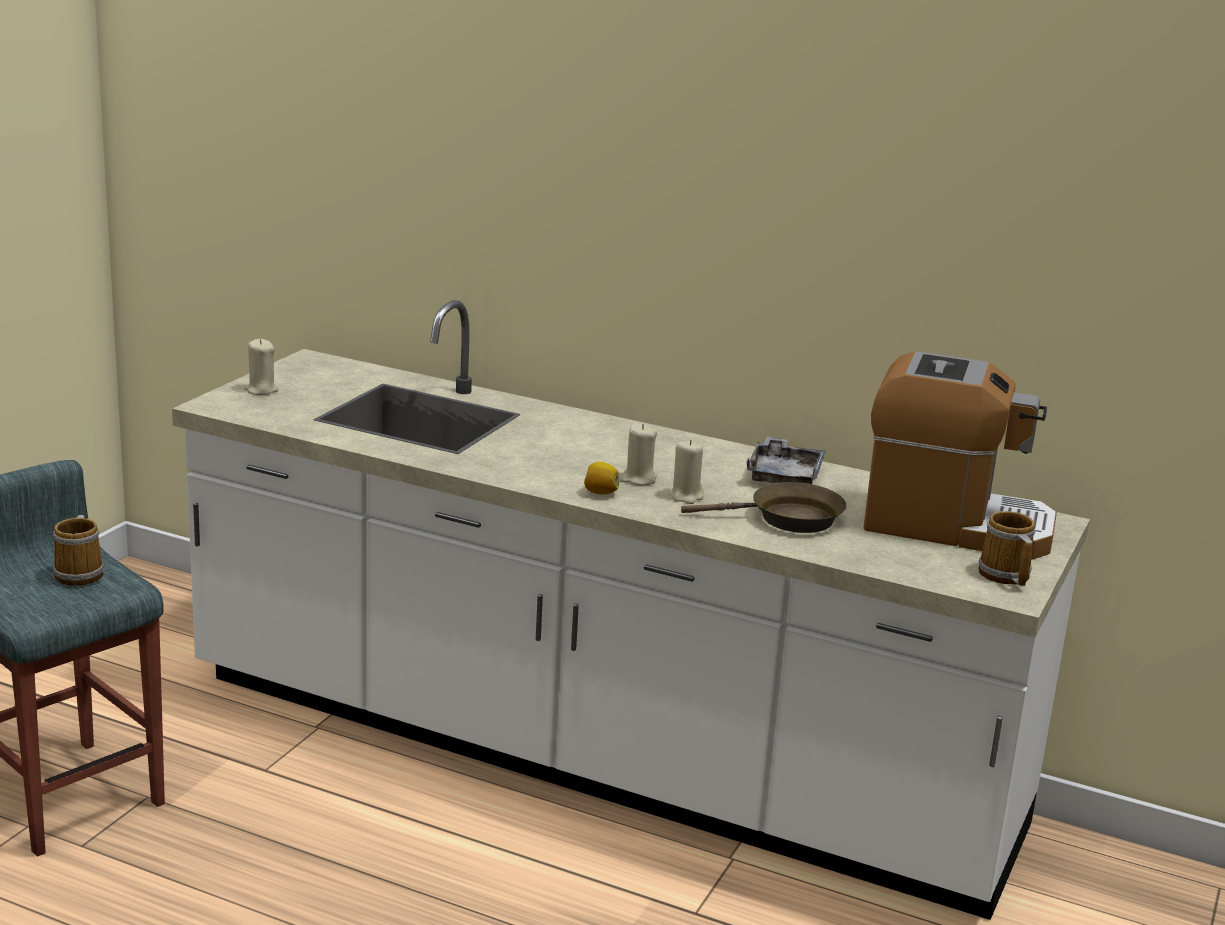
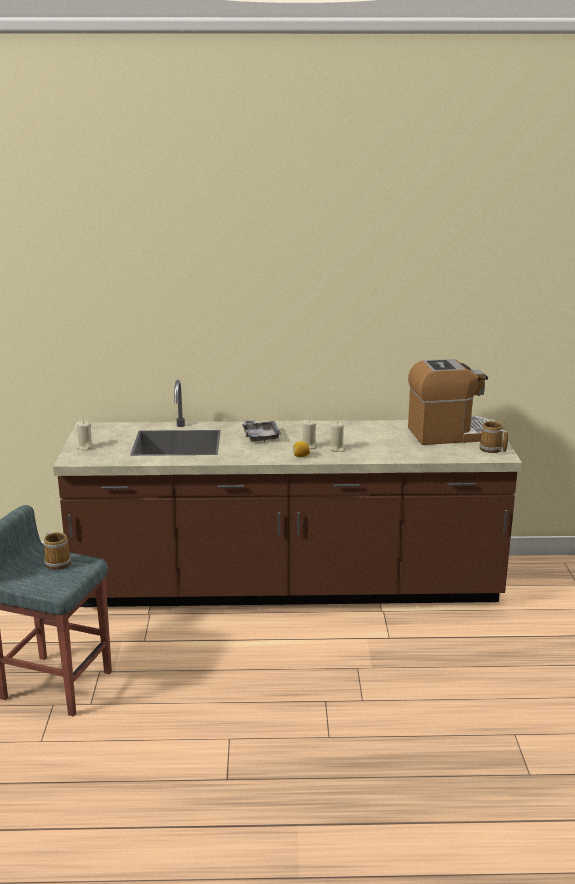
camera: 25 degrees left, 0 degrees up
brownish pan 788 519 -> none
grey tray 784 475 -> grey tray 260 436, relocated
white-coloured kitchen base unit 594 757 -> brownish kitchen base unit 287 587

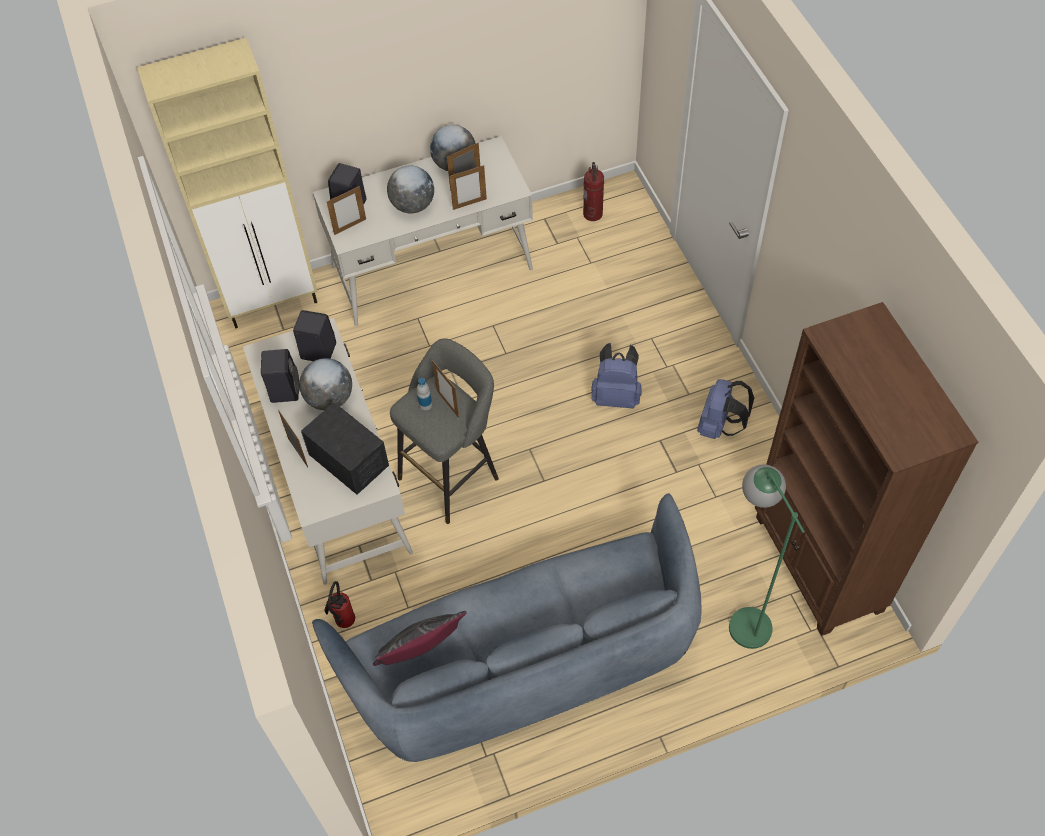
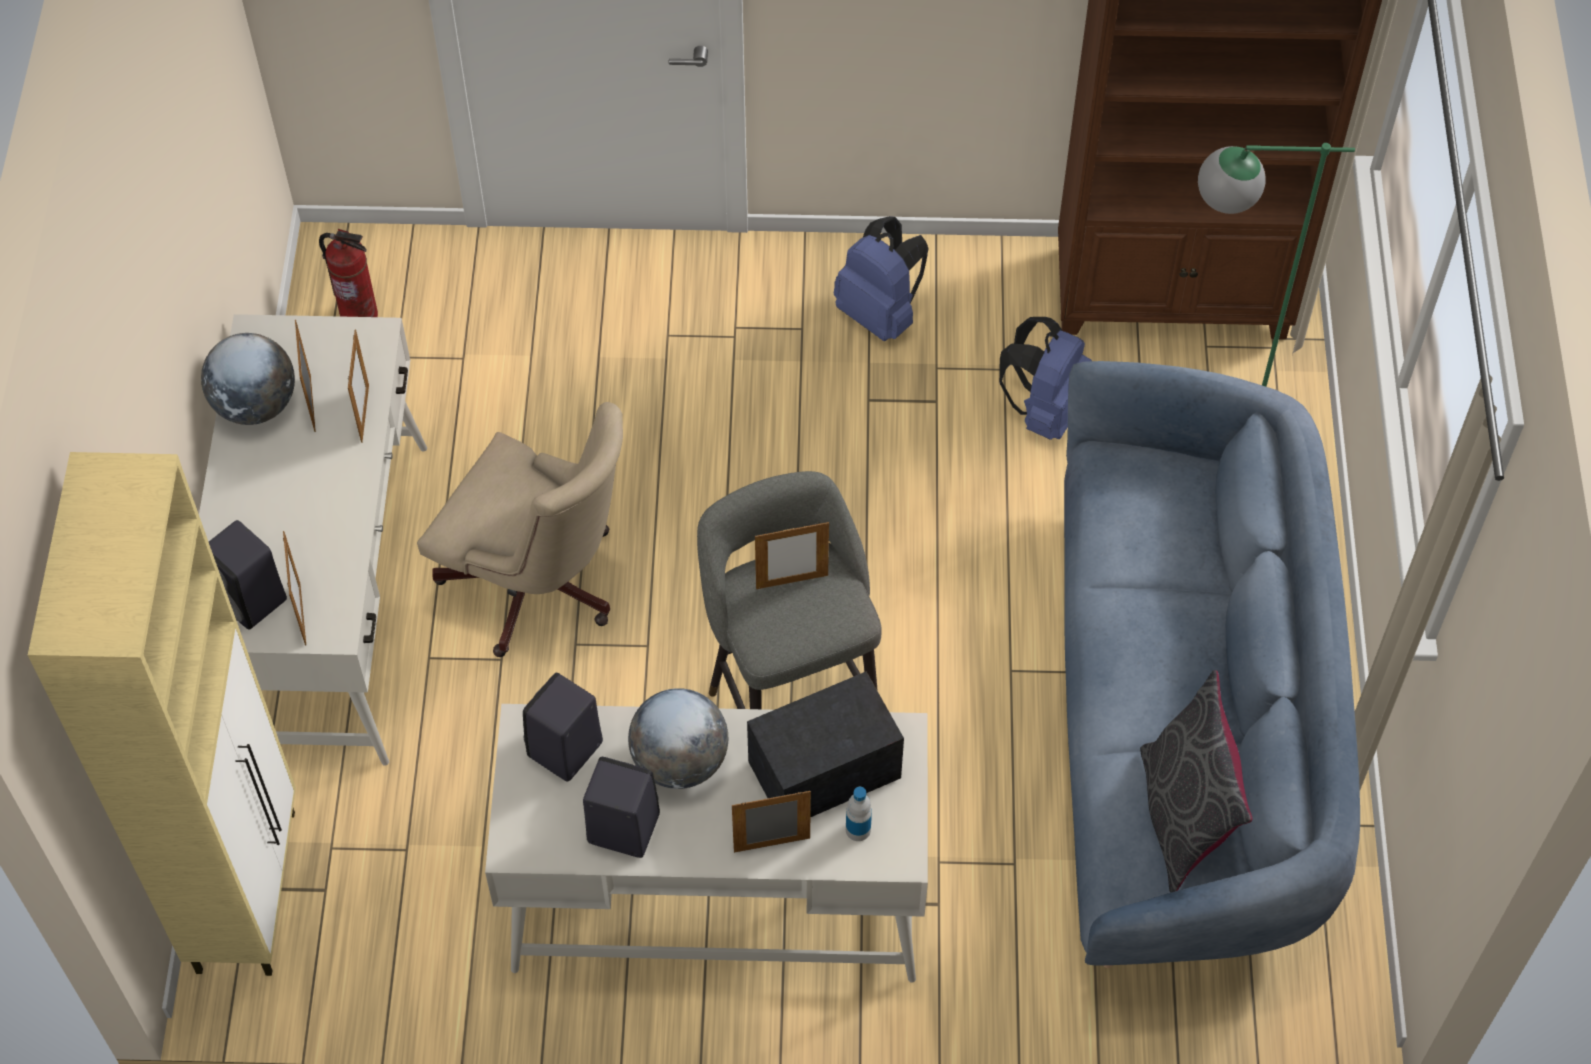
camera: 70 degrees left, 0 degrees up
extinguisher 343 623 -> none
desk globe 412 205 -> none
none -> beige office chair 540 587
beverage bottle 425 404 -> beverage bottle 858 829, relocated
blue-coloured backpack 616 396 -> blue-coloured backpack 1044 410, relocated

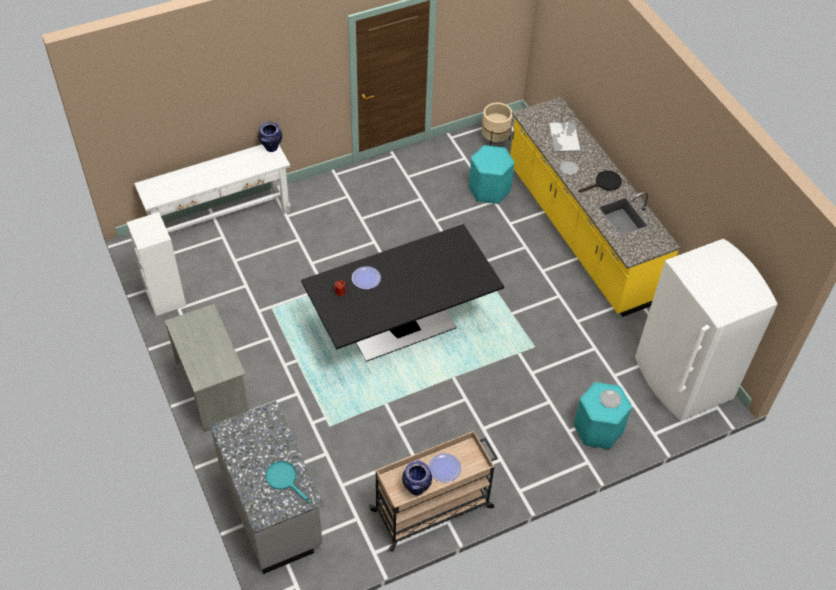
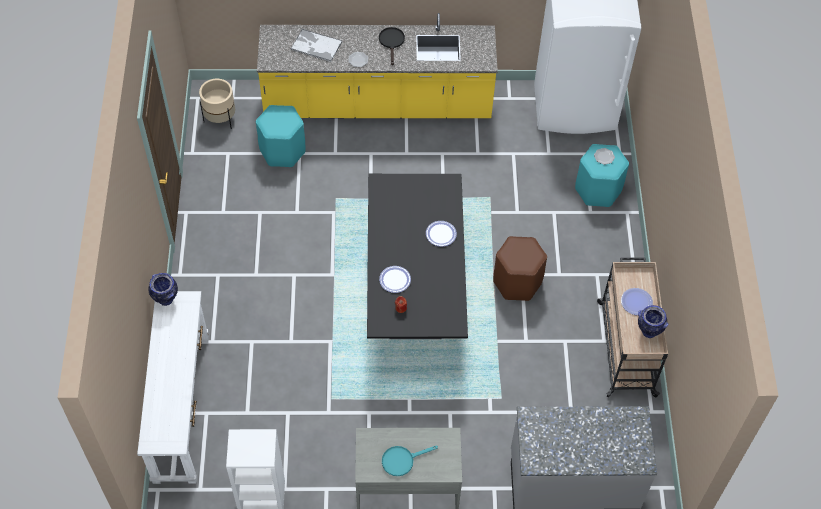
camera: 65 degrees left, 5 degrees up
none -> plate 441 234
none -> brownish sitting stool 517 282
blue-green pan 284 479 -> blue-green pan 402 460, relocated

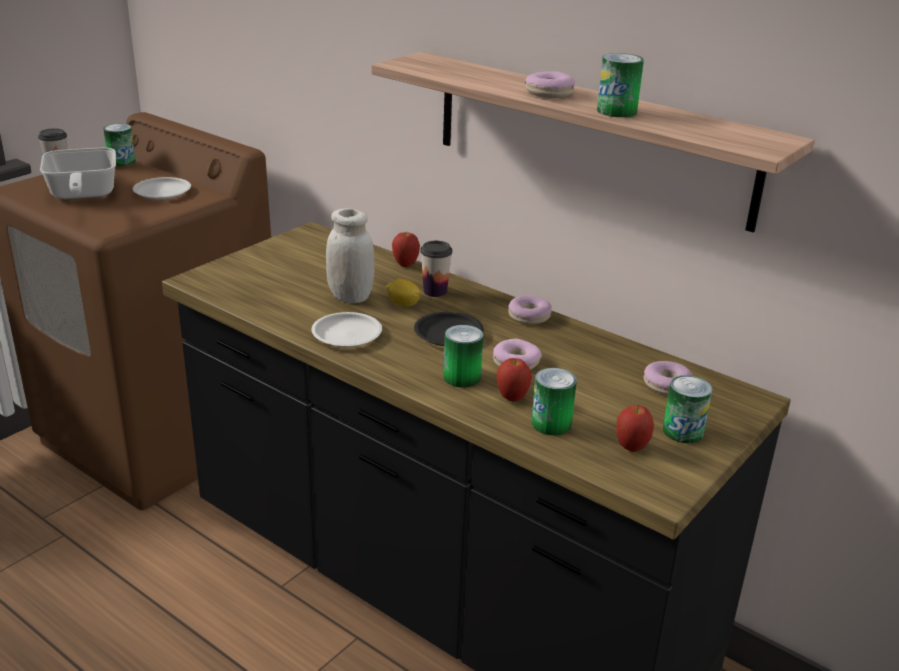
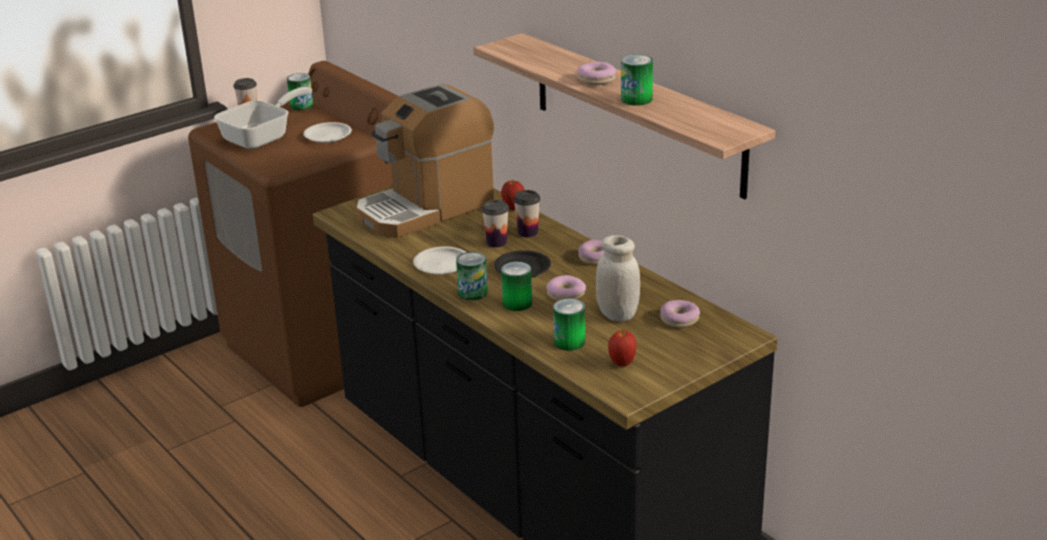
camera: 15 degrees right, 0 degrees up
whole apple 512 398 -> none
none -> coffee maker 426 208
white-coloured jar 350 297 -> white-coloured jar 617 314, relocated
can 683 431 -> can 472 293, relocated
citrus fruit 403 304 -> small cup 496 242
pan 82 195 -> pan 263 137, 135 degrees counterclockwise

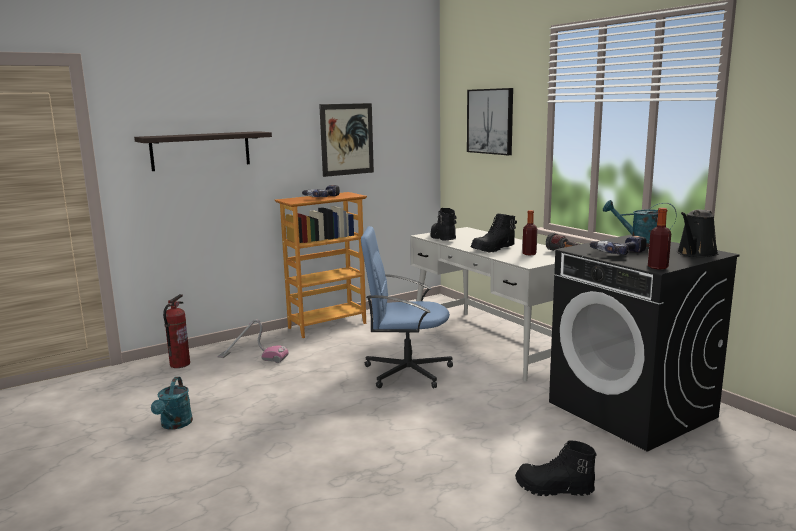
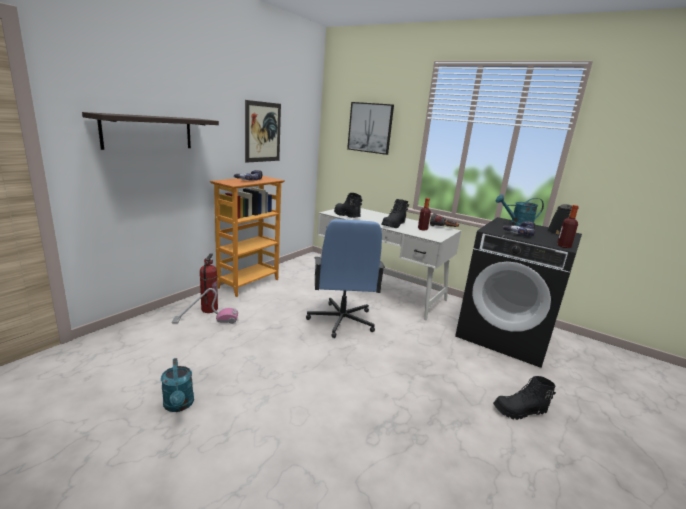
camera: 25 degrees left, 5 degrees up
extinguisher 179 364 -> extinguisher 209 309, relocated
blue-coloured office chair 406 372 -> blue-coloured office chair 341 321, 75 degrees counterclockwise

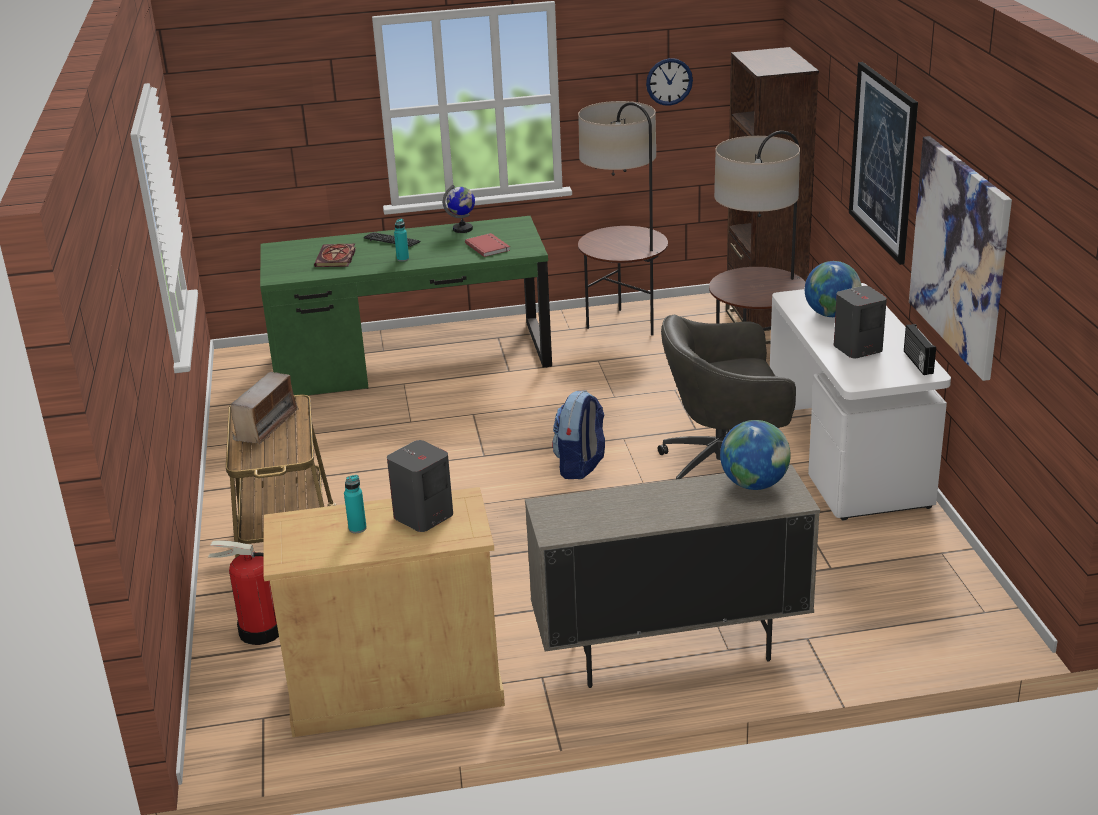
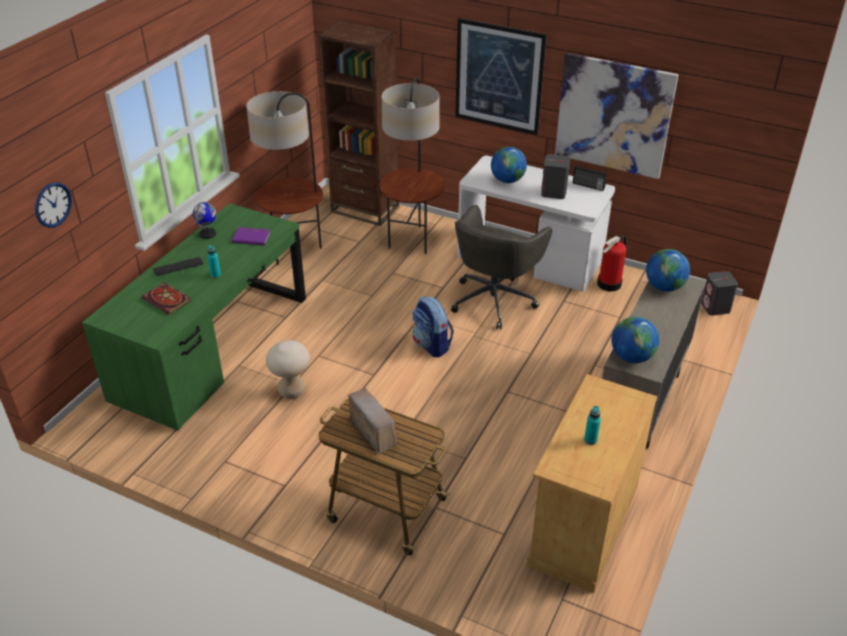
camera: 55 degrees left, 10 degrees up
none -> beige sitting stool 292 391
none -> desk globe 631 357
extinguisher 260 631 -> extinguisher 609 284, relocated
grey speaker 423 516 -> grey speaker 715 308, relocated
clock on the wall 669 81 -> clock on the wall 53 205, relocated
reddish bound book 488 246 -> purplish bound book 251 237

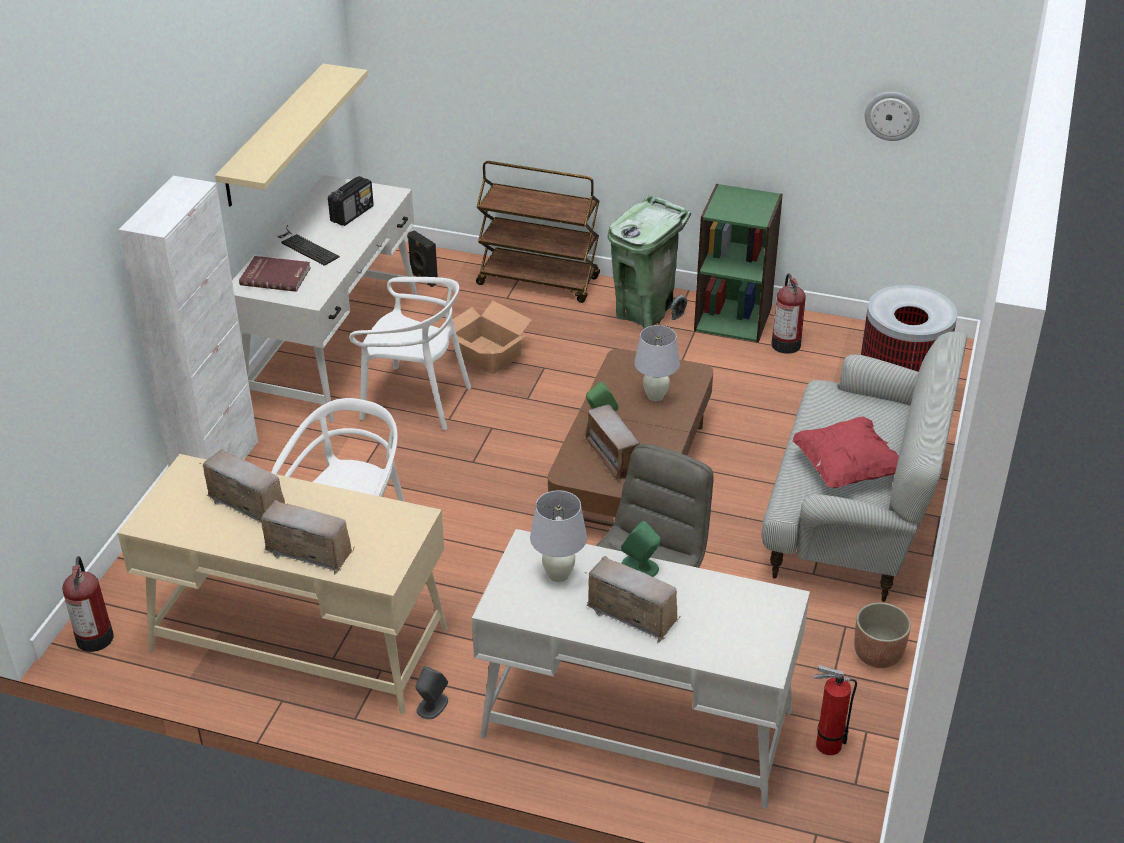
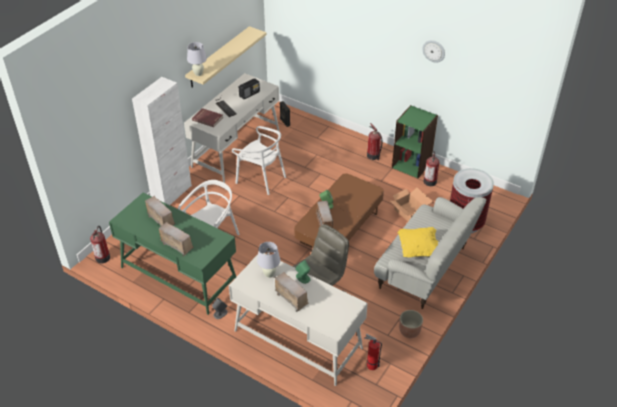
camera: 15 degrees right, 5 degrees up
brownish cart 539 281 -> none
carton 487 355 -> carton 409 213, relocated
white-coloured table lamp 655 396 -> white-coloured table lamp 198 74, relocated
clock on the wall 892 115 -> clock on the wall 434 51, relocated
greenish waste bin 645 314 -> extinguisher 373 156
beige desk unit 299 638 -> greenish desk unit 179 274
reddish pillow 846 469 -> yellow pillow 418 249

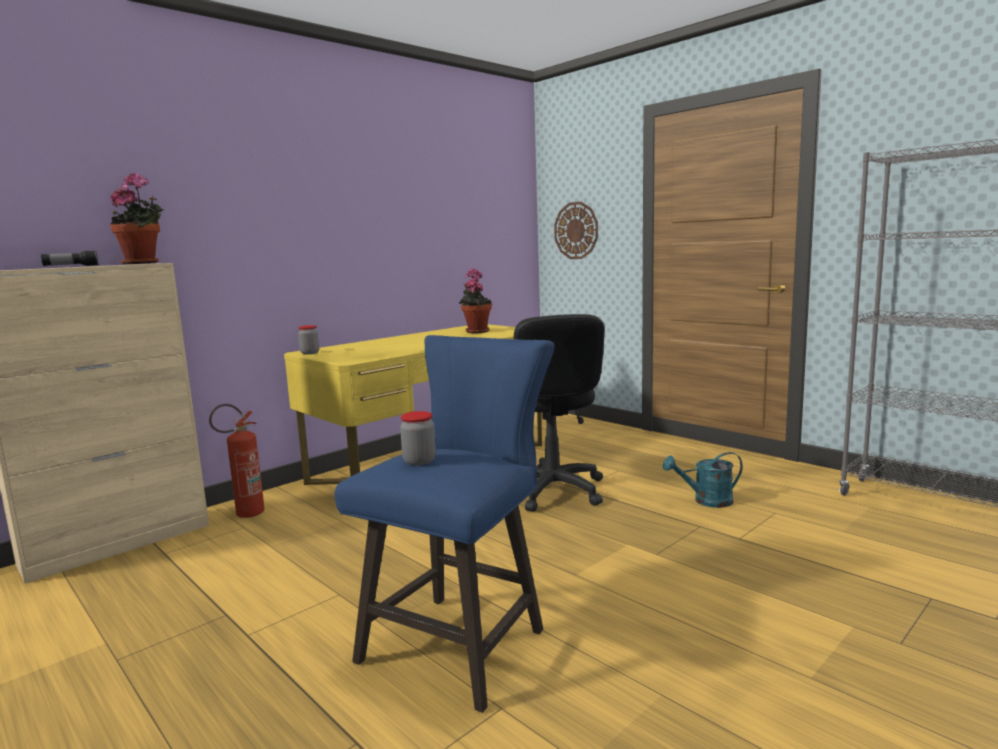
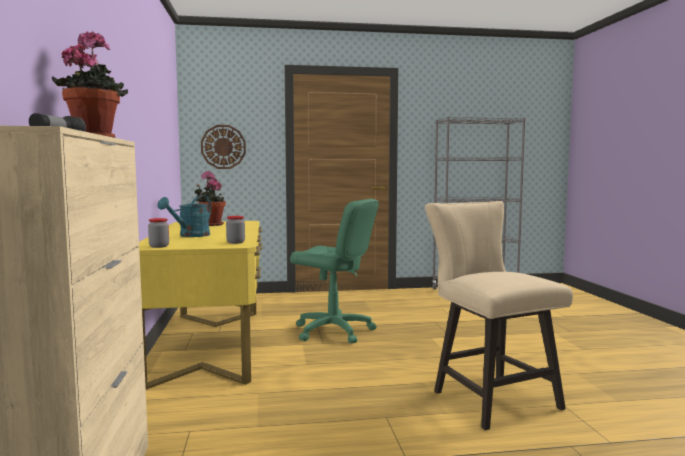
camera: 55 degrees left, 5 degrees down
extinguisher 244 515 -> none
jar 419 461 -> jar 235 242, relocated
blue-green watering can 706 501 -> blue-green watering can 190 236, relocated
blue-coloured sitting stool 462 639 -> beige sitting stool 489 397
blackish office chair 552 490 -> greenish office chair 333 331

